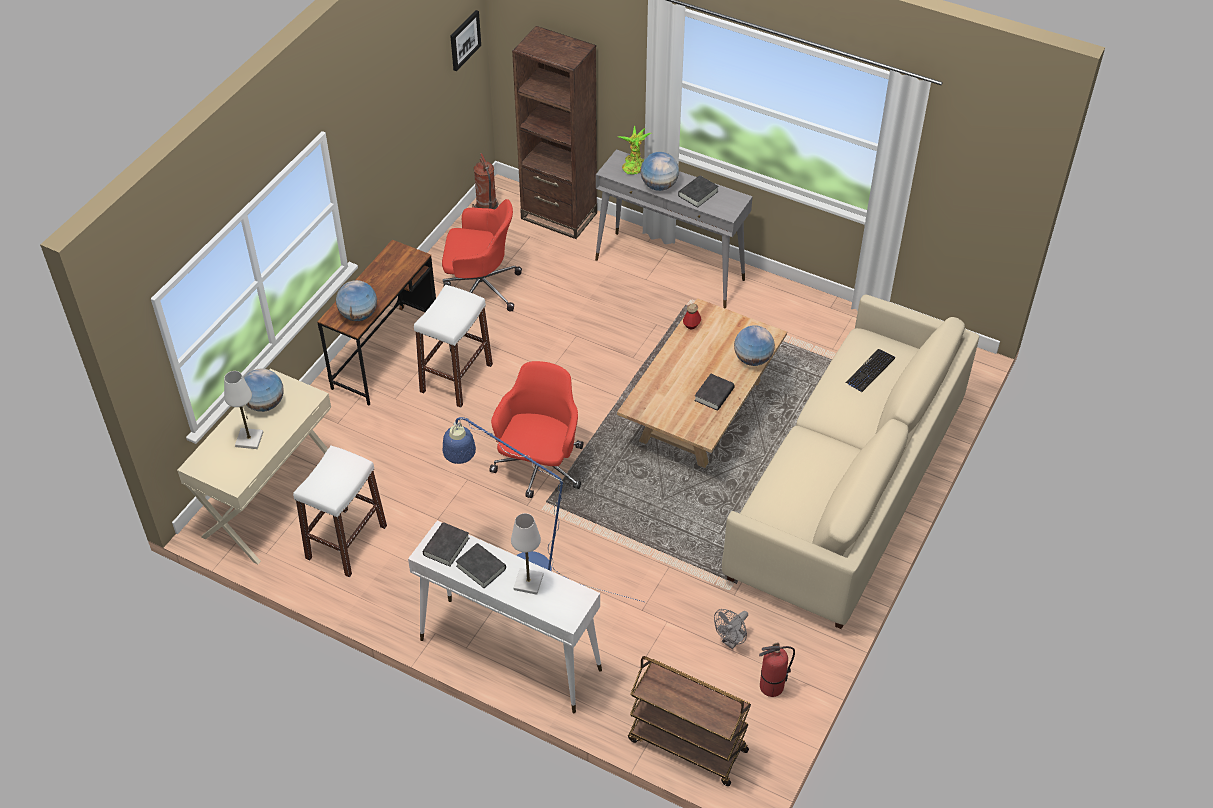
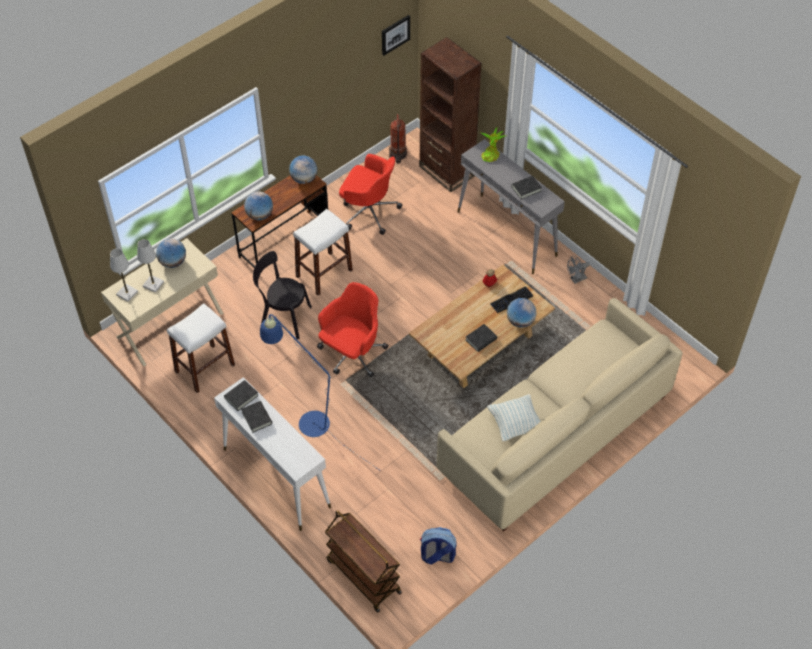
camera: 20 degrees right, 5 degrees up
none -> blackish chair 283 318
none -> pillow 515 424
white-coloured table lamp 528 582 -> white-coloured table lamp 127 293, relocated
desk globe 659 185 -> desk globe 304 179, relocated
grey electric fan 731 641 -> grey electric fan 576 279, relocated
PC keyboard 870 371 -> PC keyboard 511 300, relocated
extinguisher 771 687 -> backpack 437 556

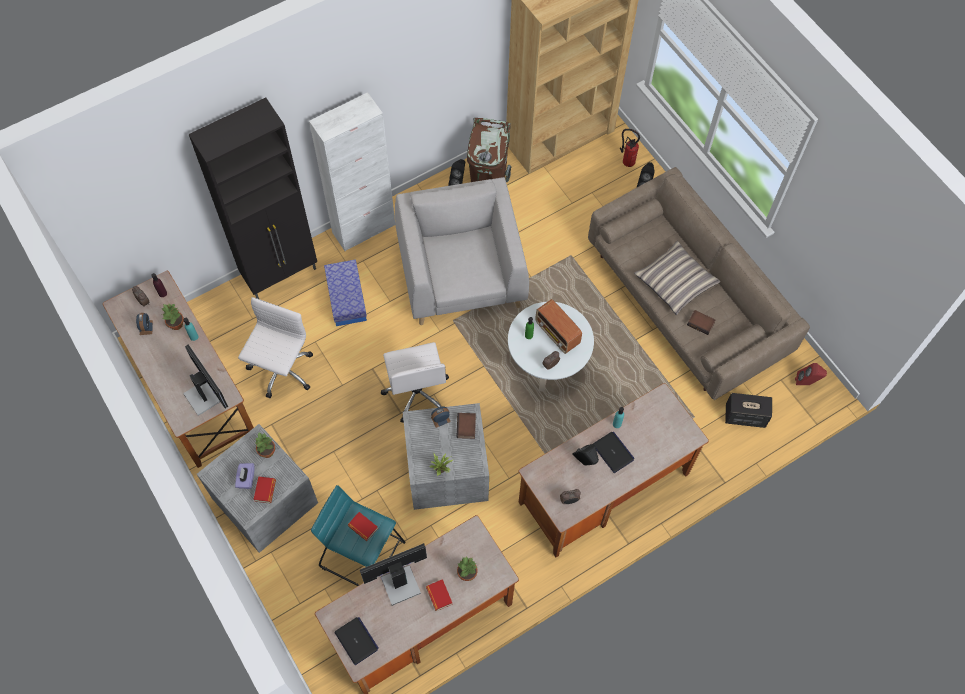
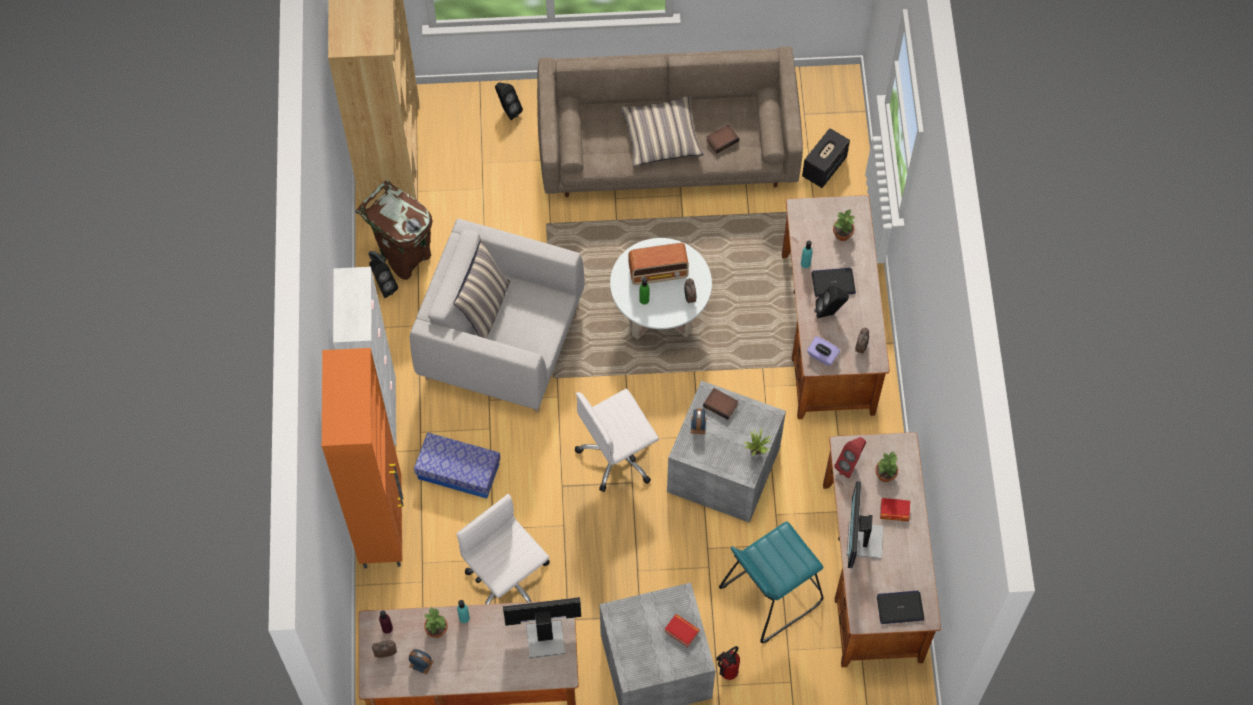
camera: 60 degrees left, 0 degrees up
bound book 363 527 -> none
none -> pillow 484 308
purplish box of tissues 246 479 -> purplish box of tissues 822 356, relocated
potted plant 266 451 -> potted plant 842 234, relocated
extinguisher 626 162 -> extinguisher 725 673, relocated
reddish speaker 806 383 -> reddish speaker 850 464, relocated
blackish cupboard 281 274 -> orange-coloured cupboard 383 525
white-coloured office chair 417 393 -> white-coloured office chair 618 455, 135 degrees clockwise

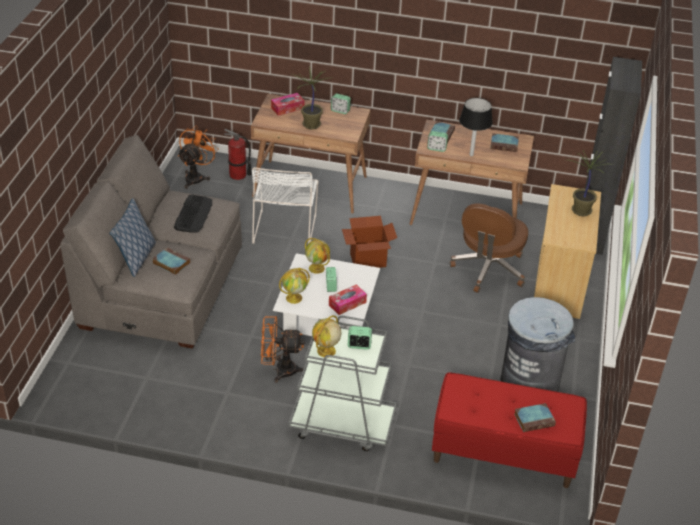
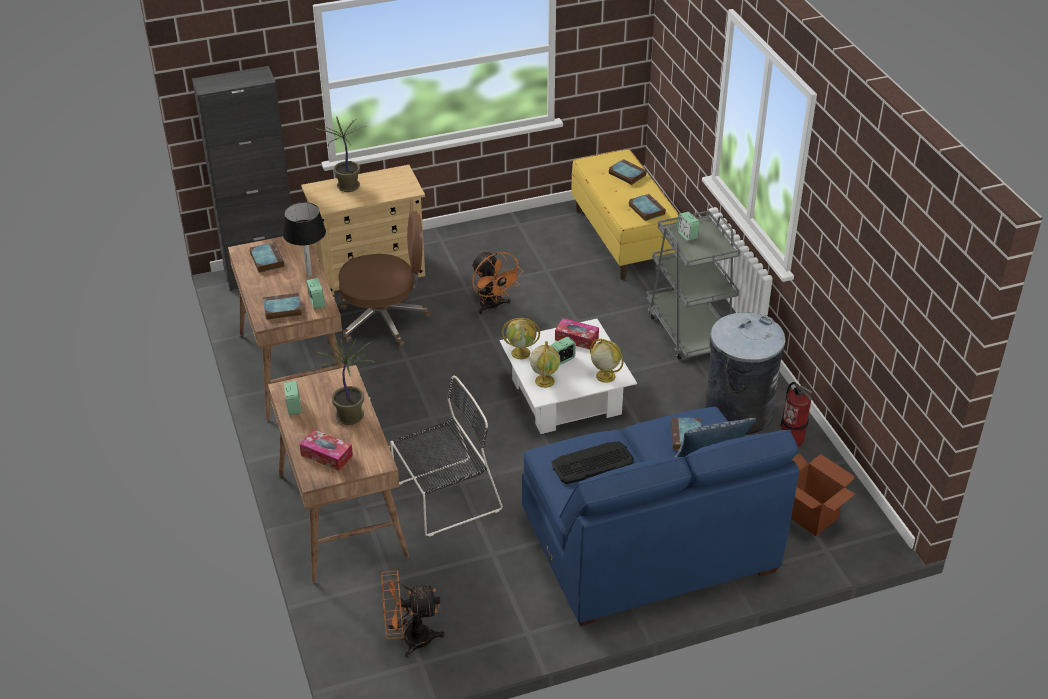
camera: 120 degrees left, 0 degrees up
none -> bound book 646 209
extinguisher 238 175 -> extinguisher 792 438, relocated
orange-coloured electric fan 279 370 -> orange-coloured electric fan 493 306, relocated
desk globe 326 351 -> desk globe 521 353, relocated
carton 367 260 -> carton 810 515, relocated
grey waste bin 529 383 -> grey waste bin 737 412, relocated
grey couch 162 288 -> blue-coloured couch 647 542
white-coloured chair 285 227 -> blackish chair 444 498
reddish indoor bench 503 453 -> yellow indoor bench 623 239

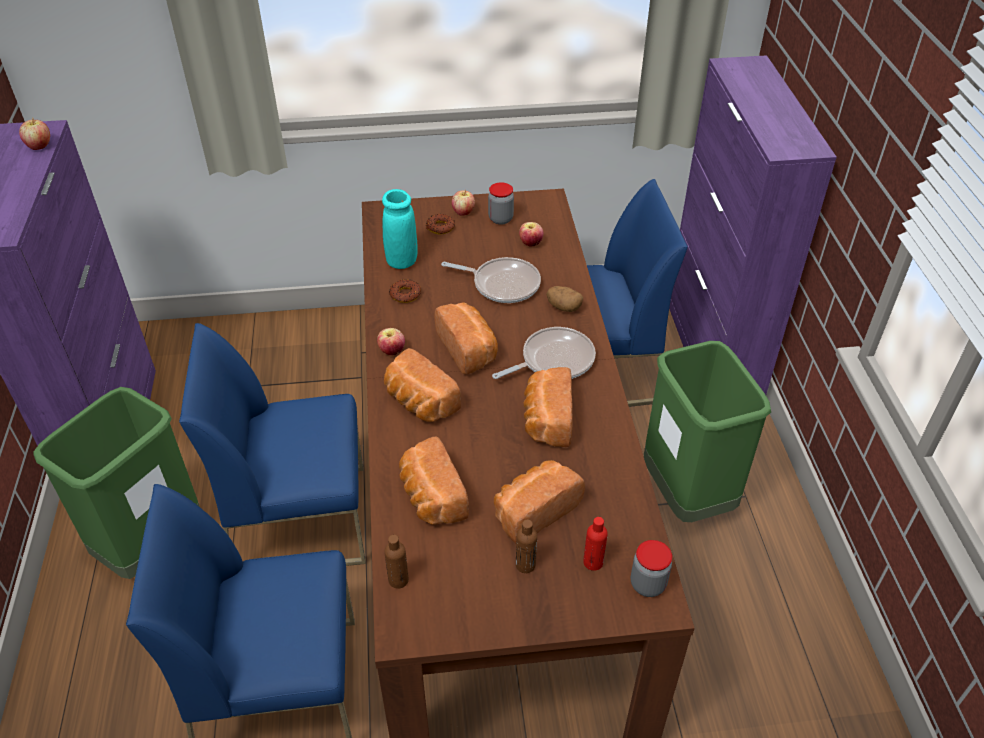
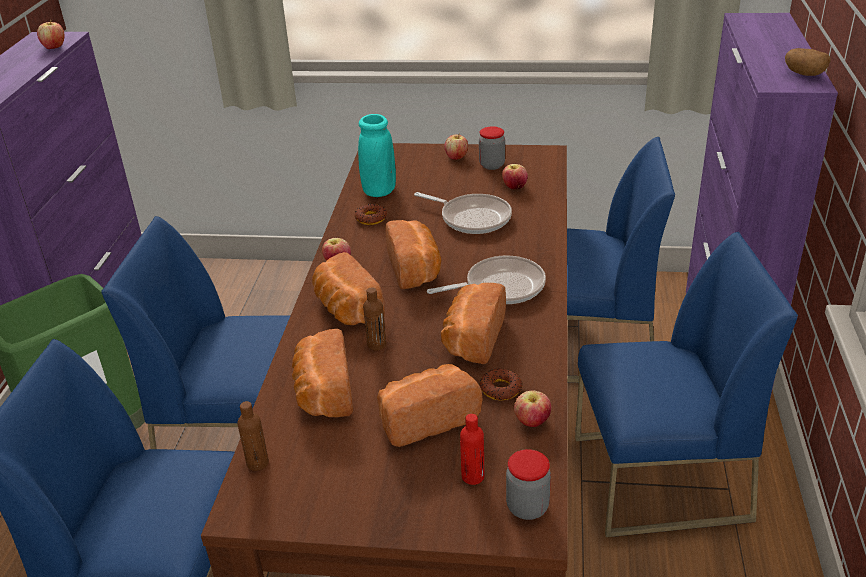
camera: 15 degrees right, 10 degrees down
none -> whole apple 532 422
donut 440 227 -> donut 500 389, relocated
brownish beverage bottle 525 565 -> brownish beverage bottle 376 345, relocated
potato 563 307 -> potato 804 74, relocated
greenish waste bin 686 496 -> blue-coloured chair 659 479

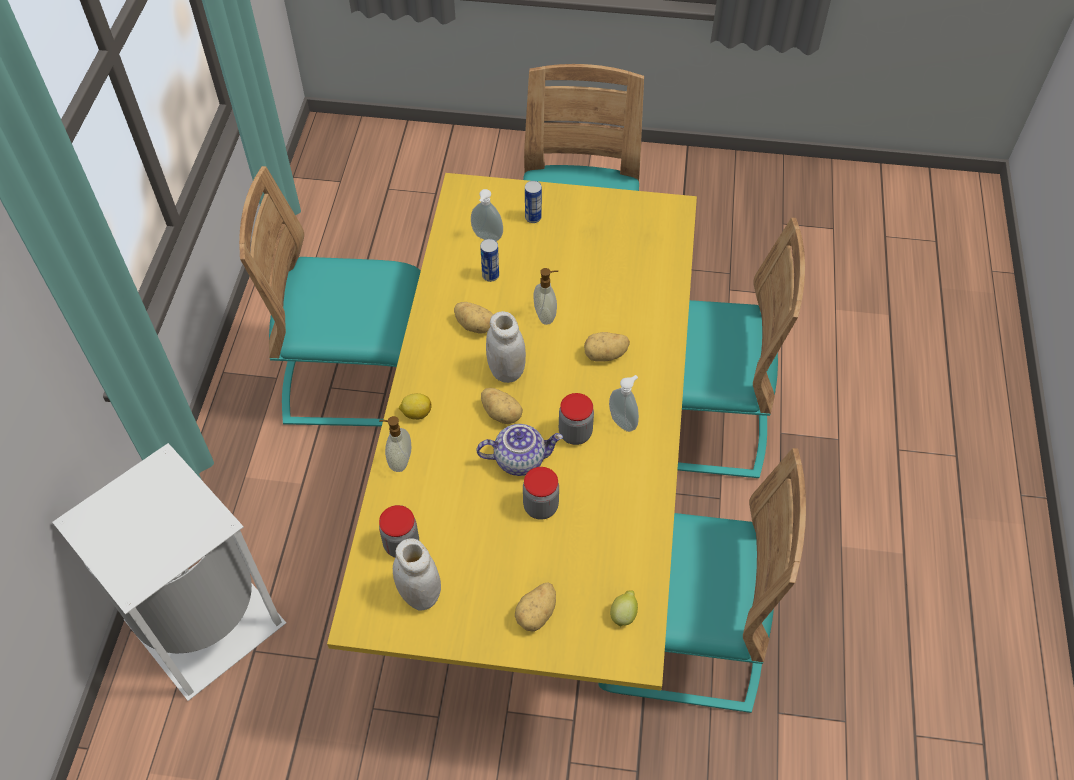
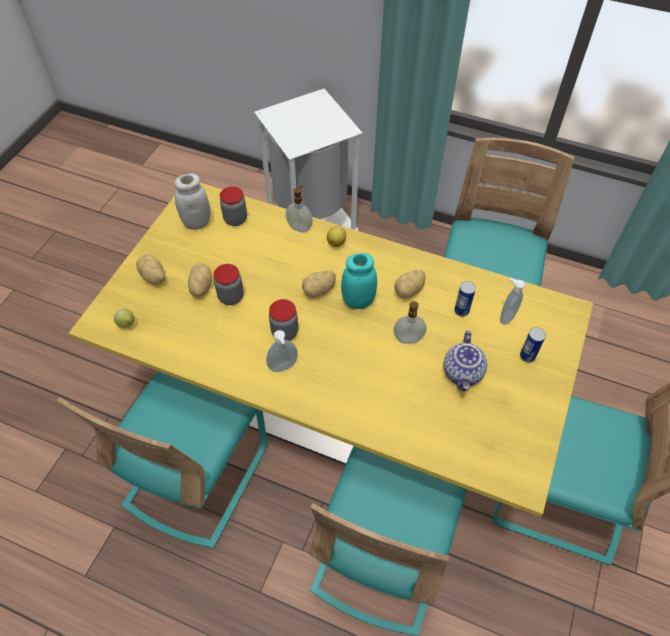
camera: 105 degrees right, 0 degrees up
pot for tea 520 459 -> pot for tea 463 373, relocated
potato 605 355 -> potato 200 287, relocated
white-coloured jar 506 371 -> blue-green jar 358 301

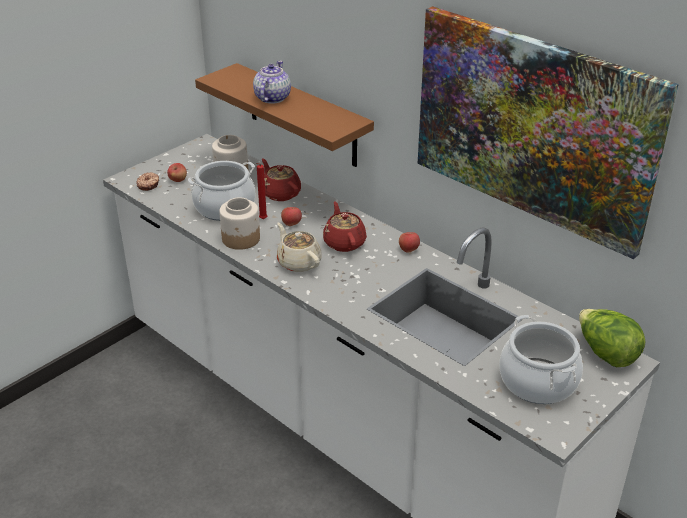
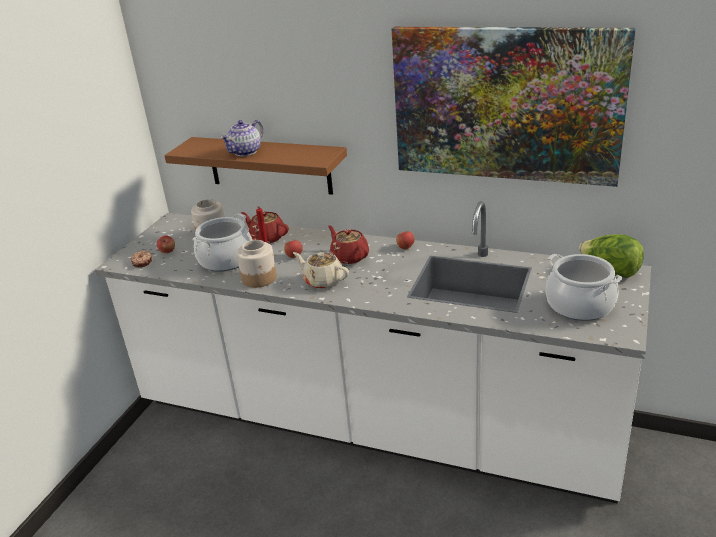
camera: 20 degrees left, 5 degrees down
pot for tea 272 98 -> pot for tea 246 152, 135 degrees counterclockwise

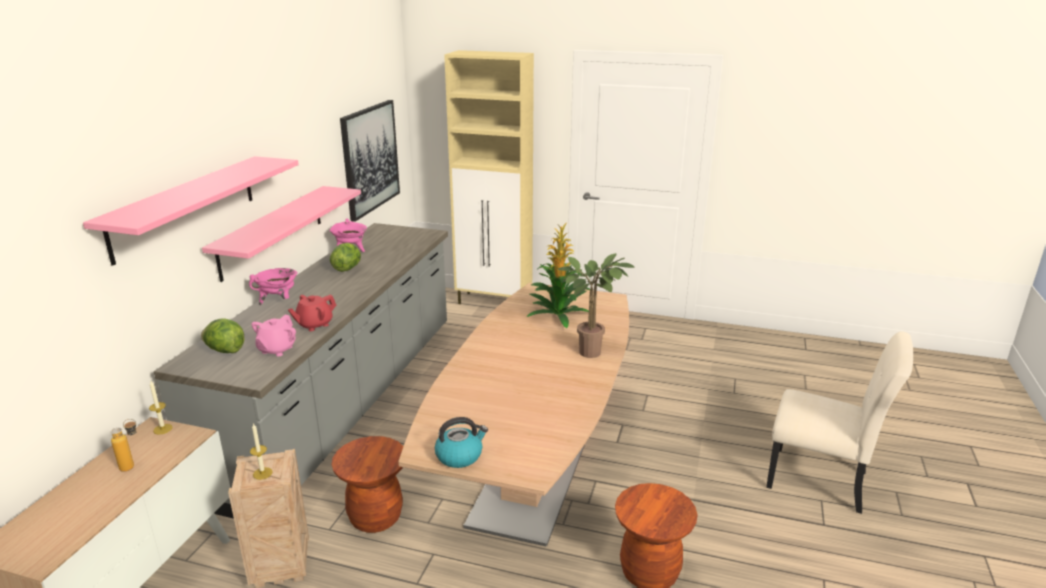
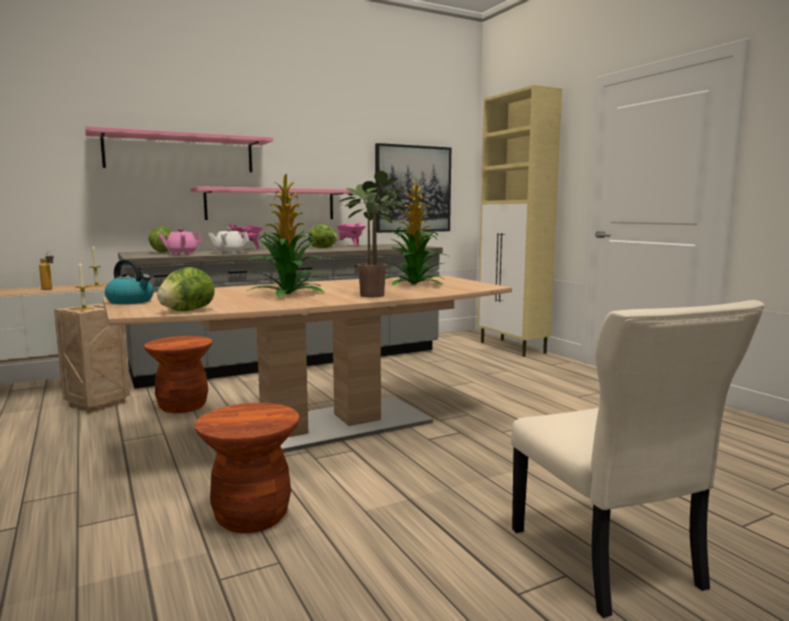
camera: 45 degrees right, 15 degrees down
none -> lettuce 186 311
none -> potted plant 289 294
reddish pot for tea 314 325 -> white-coloured pot for tea 229 253

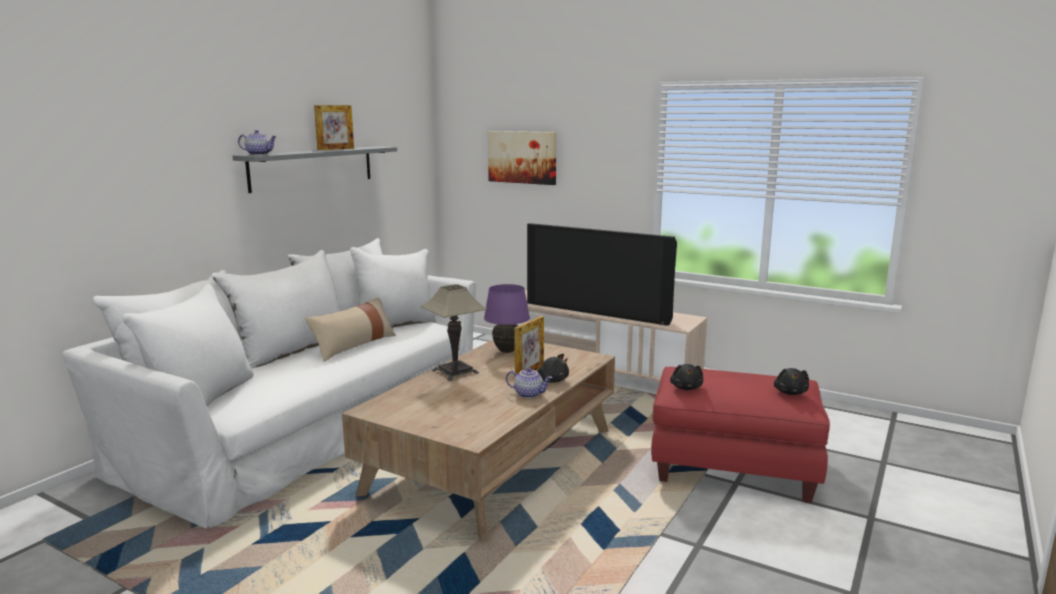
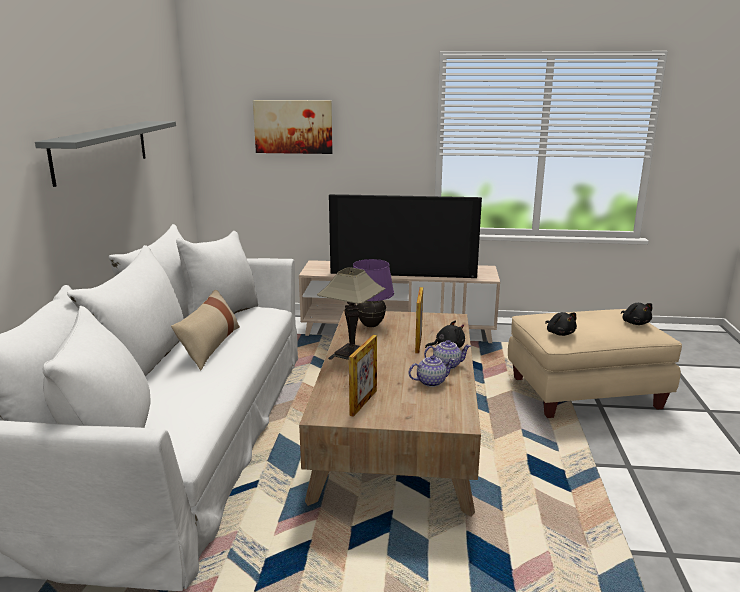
camera: 25 degrees left, 5 degrees up
pot for tea 259 154 -> pot for tea 431 382, relocated
photo frame 336 149 -> photo frame 363 402, relocated
reddish footrest 734 467 -> beige footrest 585 392

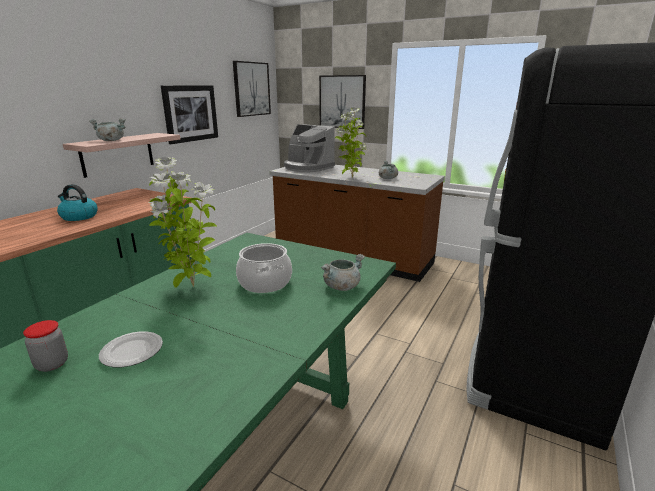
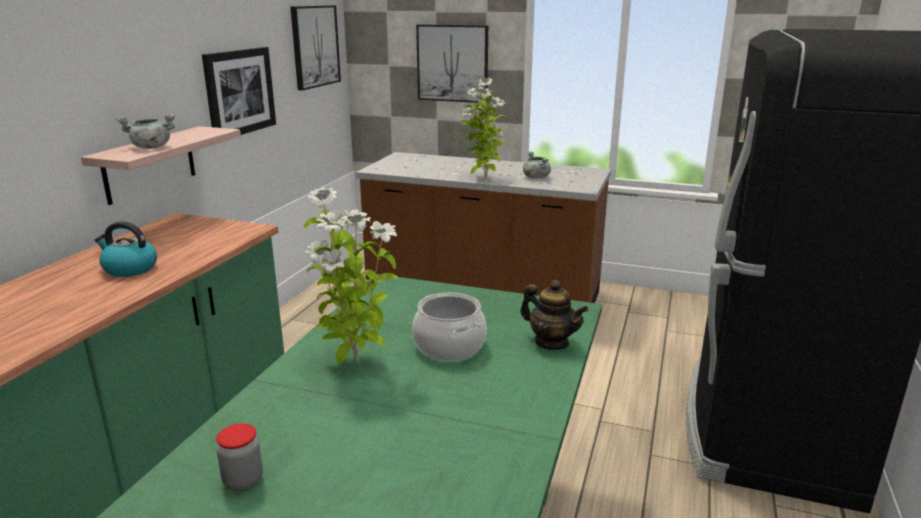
camera: 10 degrees left, 0 degrees up
plate 132 352 -> none
coffee maker 307 167 -> none
grey saucepot 341 286 -> pot for tea 551 342

